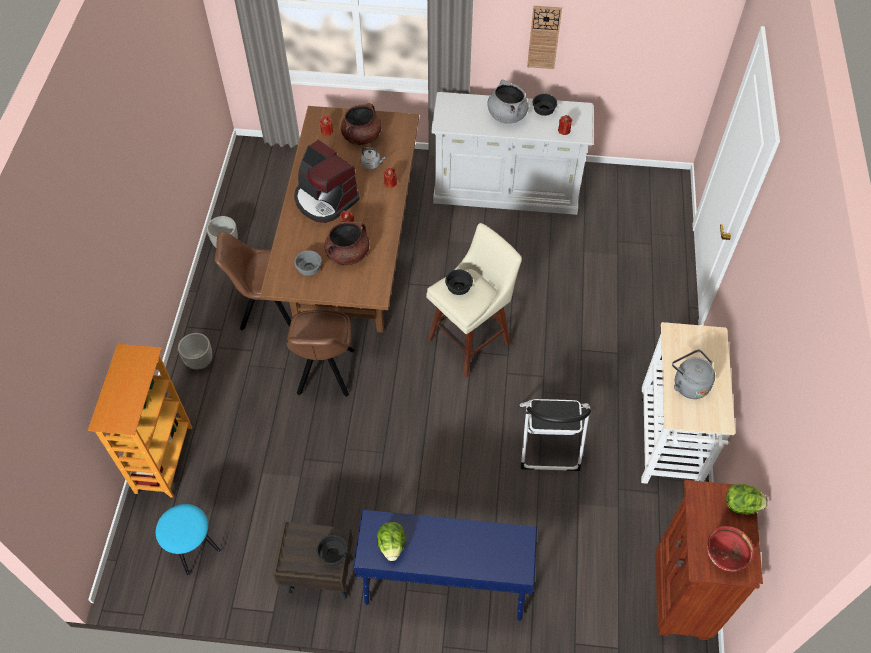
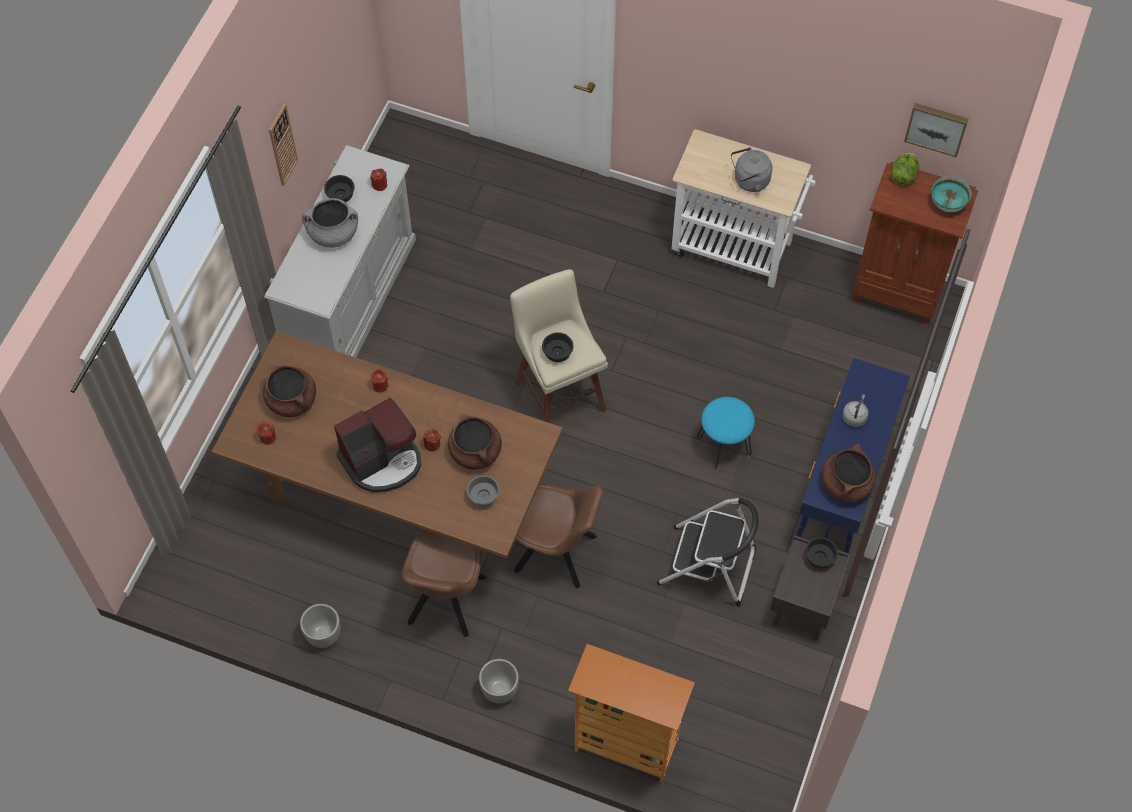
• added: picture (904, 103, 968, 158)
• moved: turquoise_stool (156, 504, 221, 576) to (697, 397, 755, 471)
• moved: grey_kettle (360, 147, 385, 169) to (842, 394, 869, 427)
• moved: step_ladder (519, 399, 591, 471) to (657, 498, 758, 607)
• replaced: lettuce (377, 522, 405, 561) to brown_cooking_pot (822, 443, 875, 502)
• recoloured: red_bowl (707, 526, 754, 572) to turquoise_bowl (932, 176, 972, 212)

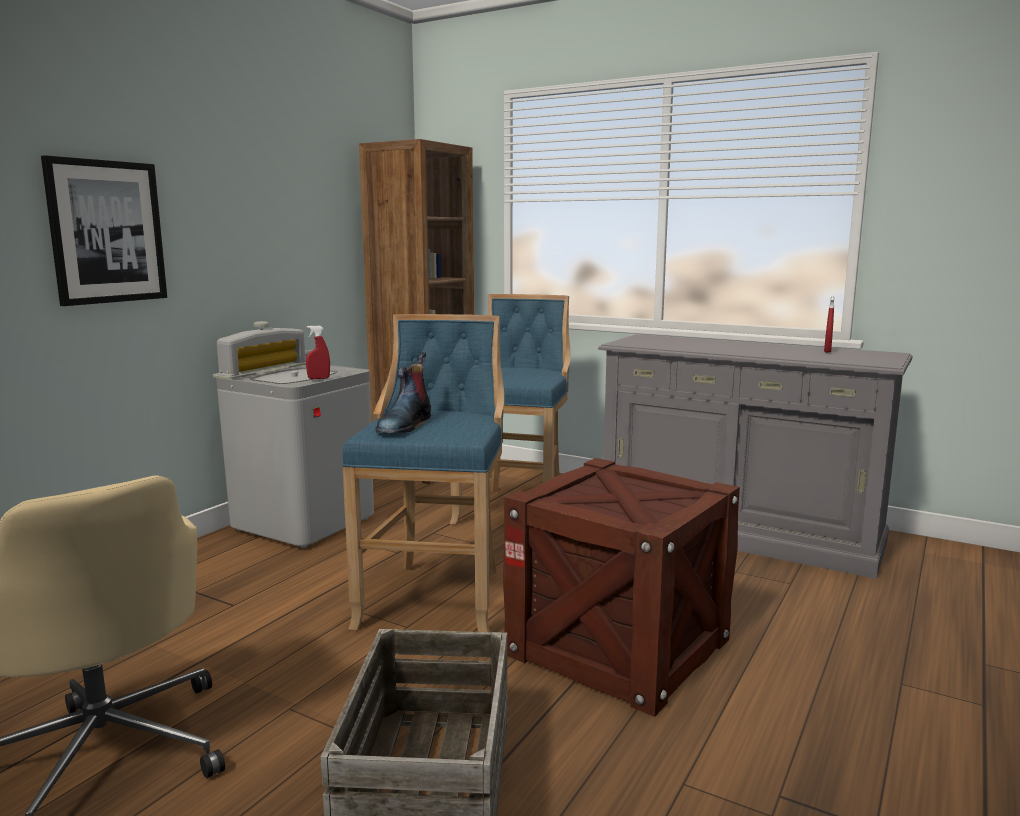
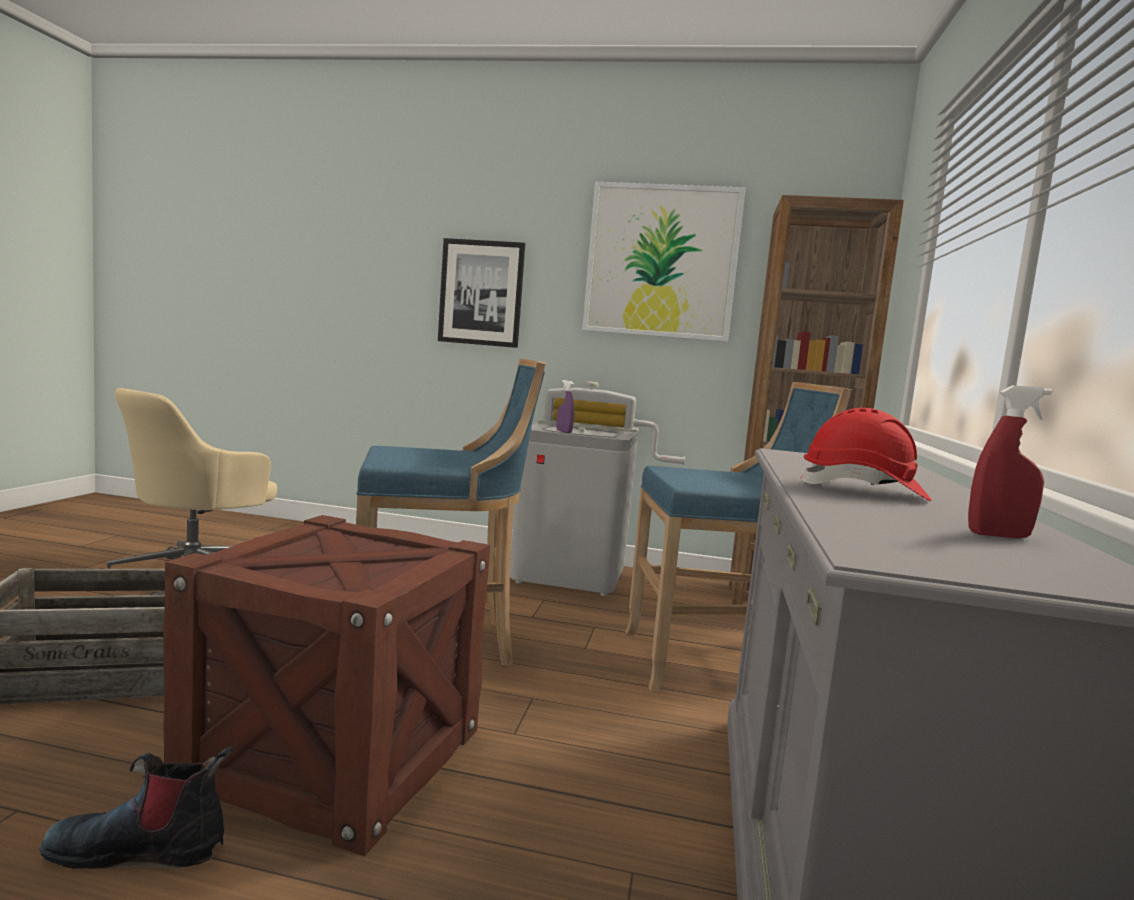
• added: picture (582, 182, 746, 342)
• added: red_hard_hat (798, 408, 931, 501)
• moved: boot (375, 352, 431, 433) to (40, 746, 233, 869)
• recoloured: red_spray_bottle (306, 325, 330, 379) to purple_spray_bottle (556, 380, 574, 433)

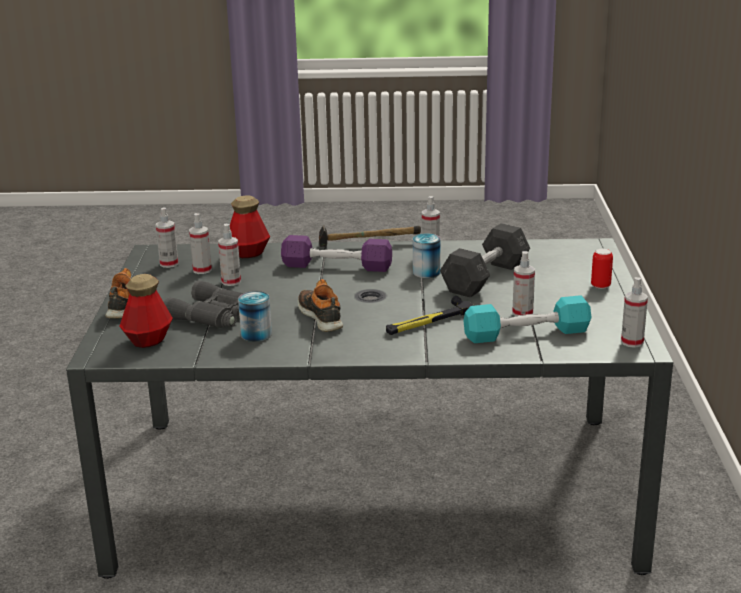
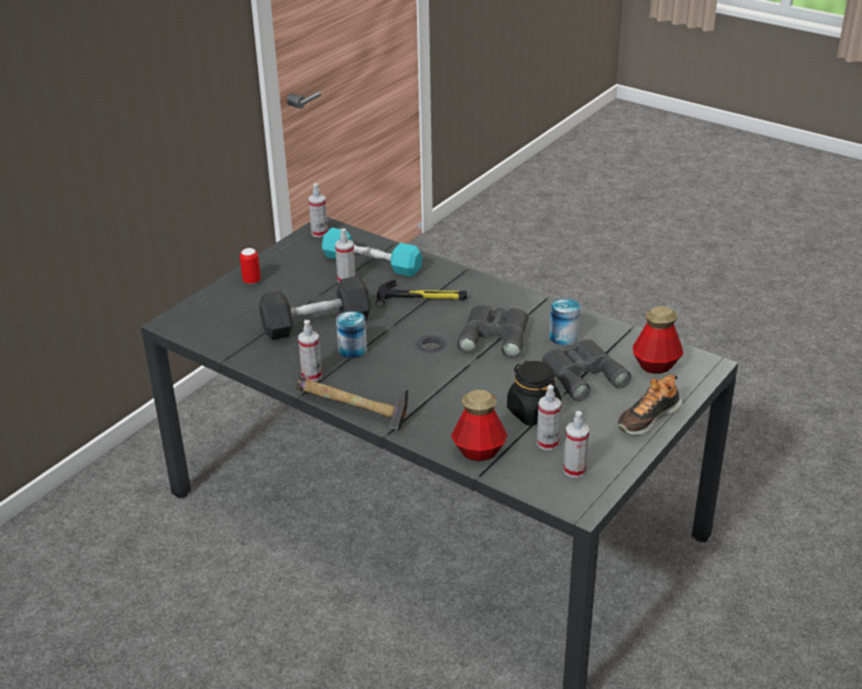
• removed: purple_dumbbell (281, 235, 392, 272)
• replaced: spray_bottle (218, 224, 241, 286) to black_jar (507, 361, 561, 426)
• replaced: shoe (298, 279, 343, 332) to grey_binoculars (457, 304, 528, 359)

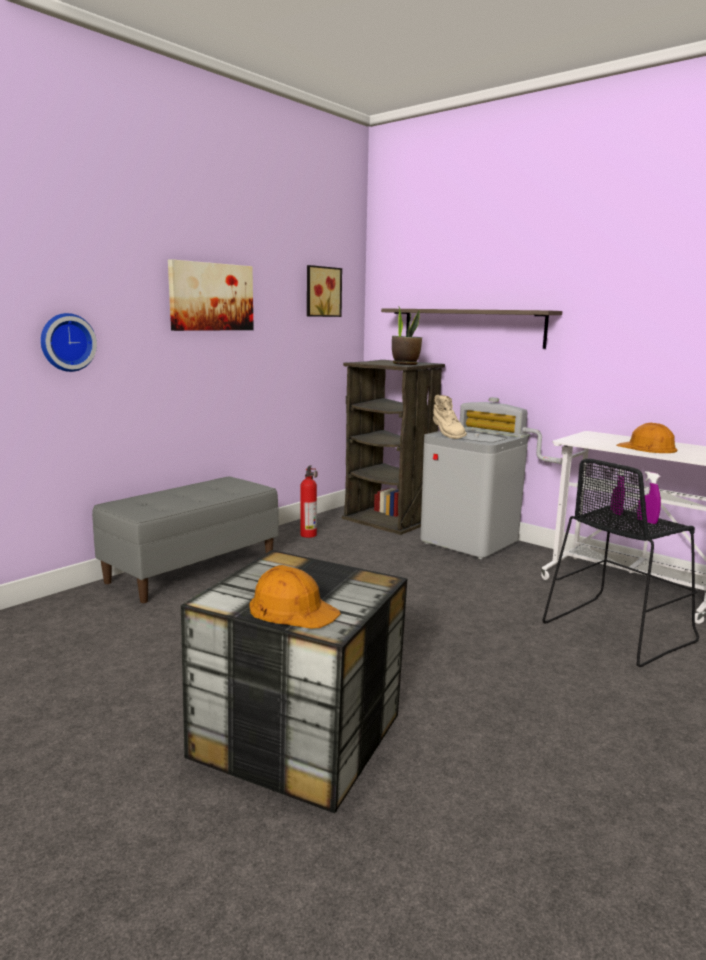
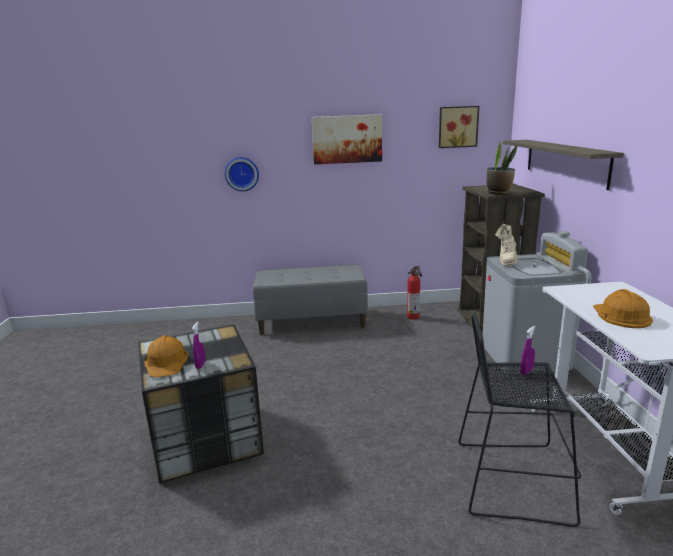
• moved: purple_spray_bottle (637, 471, 661, 524) to (192, 322, 205, 369)

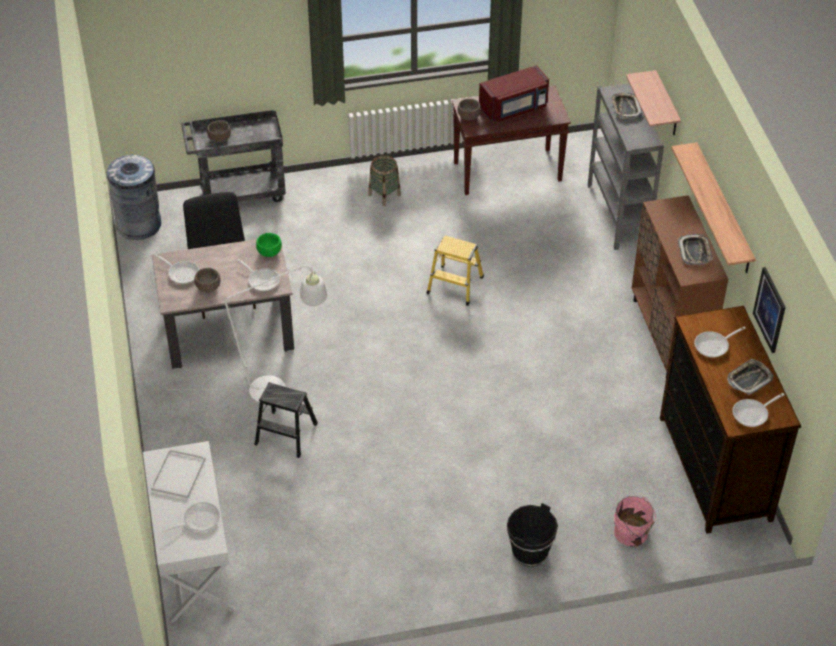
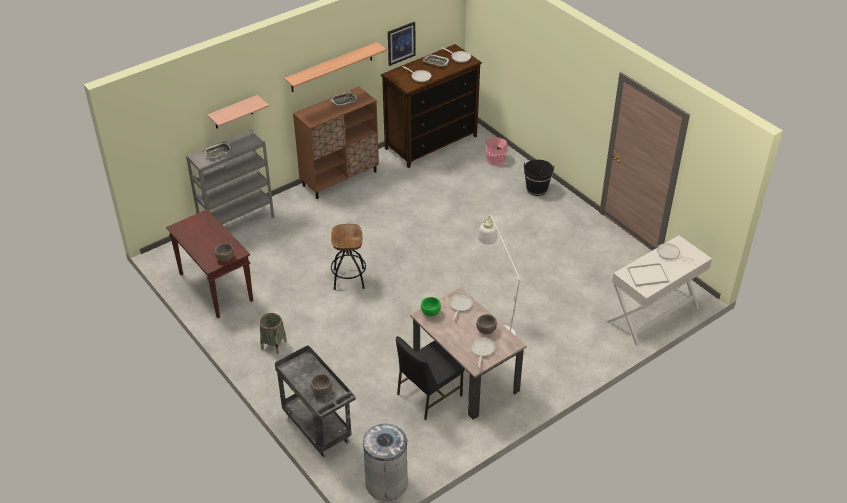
• removed: black_step_ladder (254, 382, 318, 458)
• removed: red_microwave (479, 65, 549, 122)
• replaced: yellow_step_ladder (426, 235, 484, 306) to brown_stool (331, 224, 366, 290)

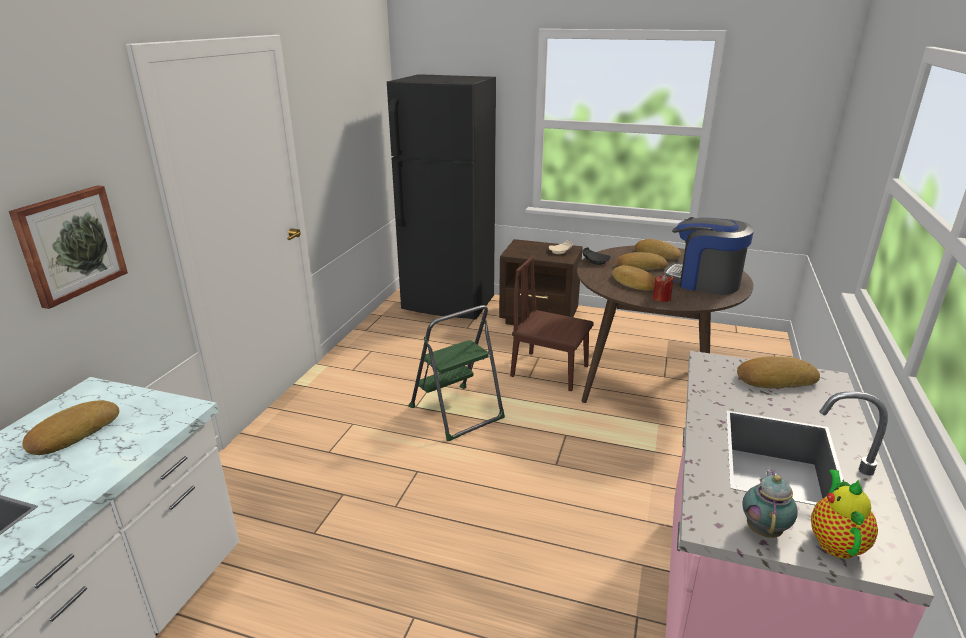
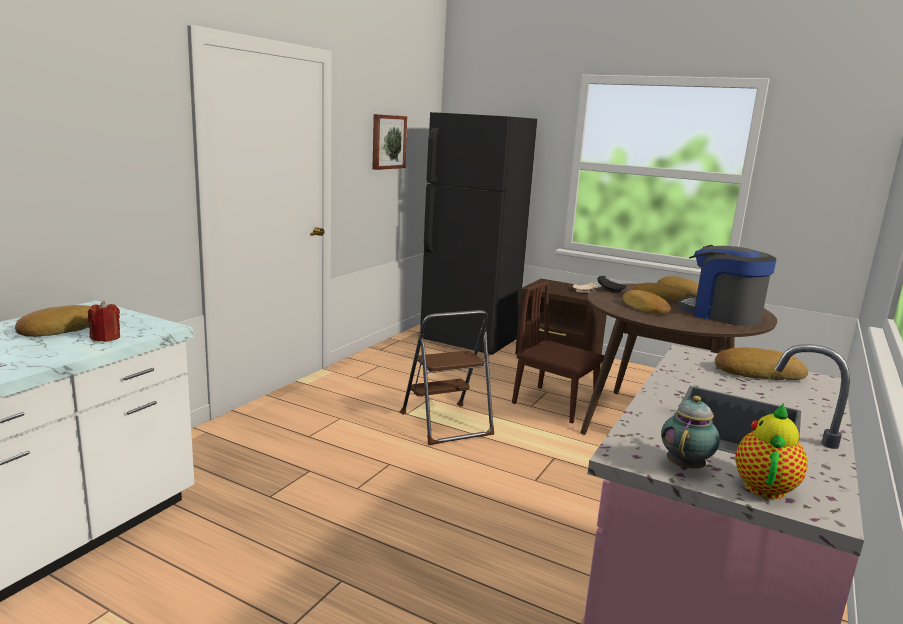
• moved: picture (9, 185, 128, 309) to (372, 114, 407, 170)
• moved: red_candle (653, 274, 674, 302) to (88, 301, 120, 342)
• recoloured: green_step_ladder (408, 305, 505, 441) to brown_step_ladder (400, 310, 494, 445)

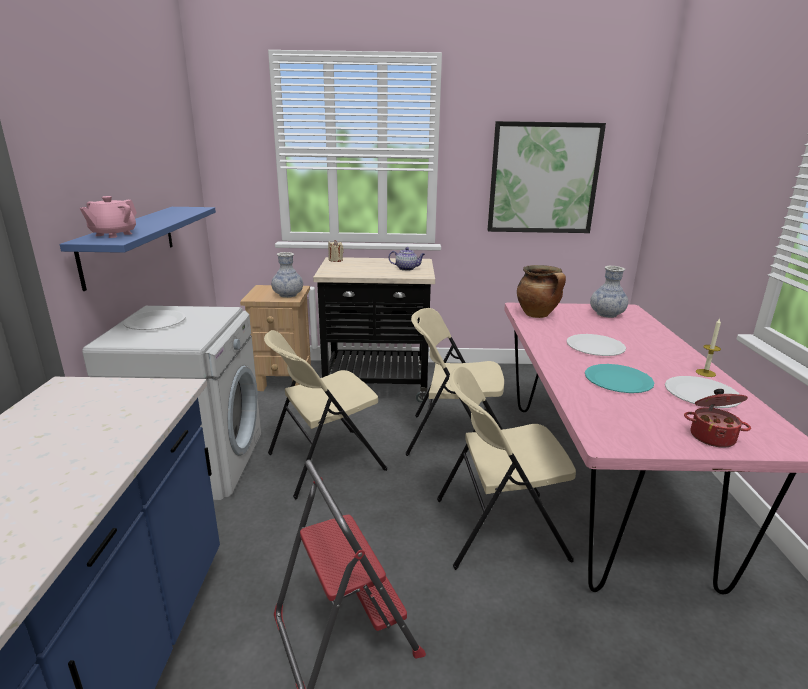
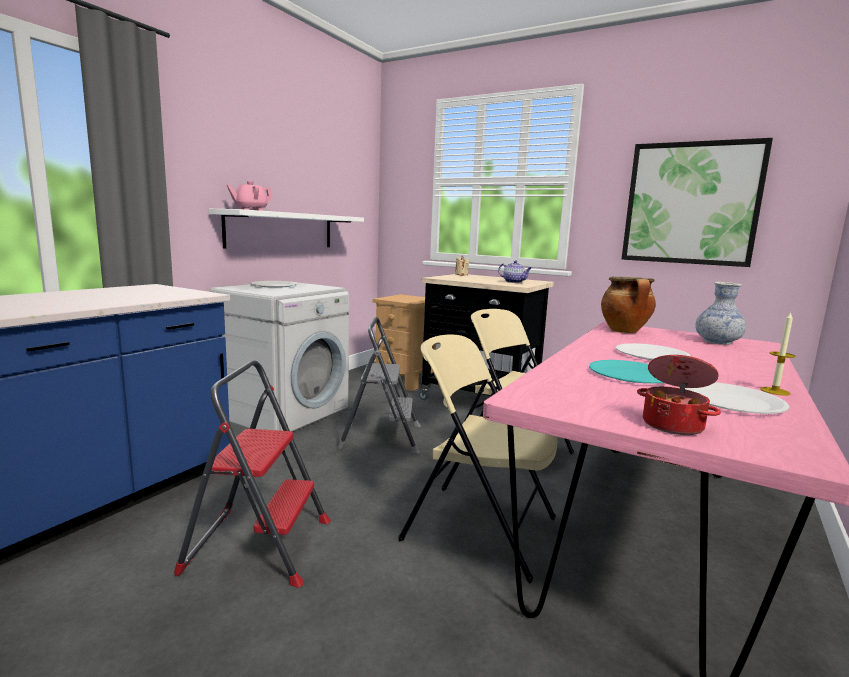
• removed: vase (271, 252, 303, 298)
• replaced: beige_chair (264, 330, 387, 500) to grey_step_ladder (338, 317, 421, 454)
• recoloured: blue_shelf (60, 207, 216, 291) to white_shelf (209, 209, 364, 248)

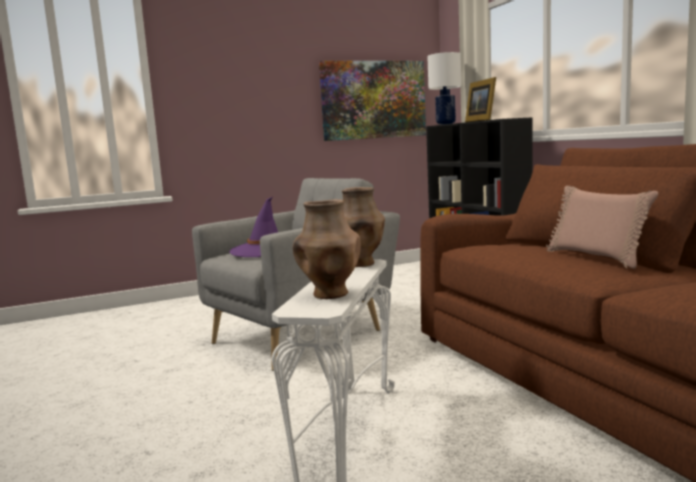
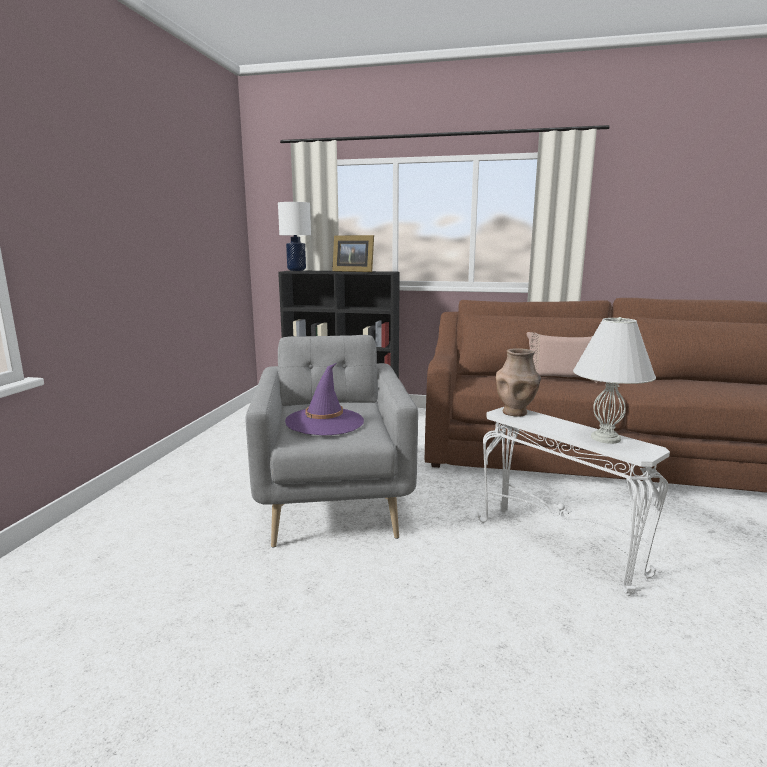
• removed: picture (319, 61, 426, 141)
• replaced: brown_vase (293, 199, 361, 299) to white_table_lamp (573, 317, 656, 444)

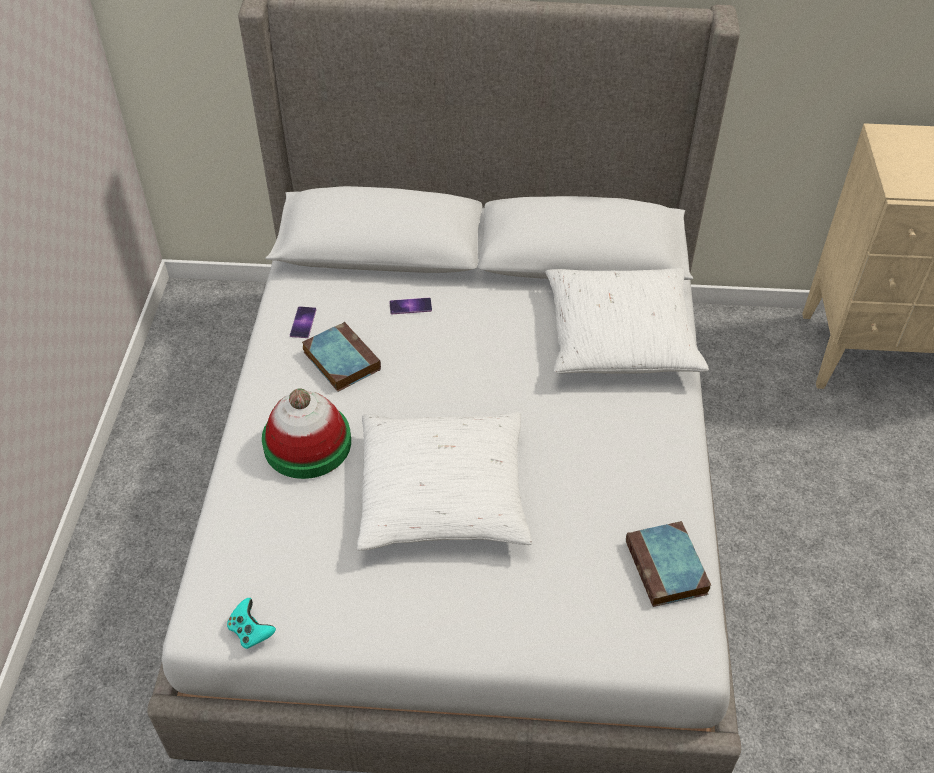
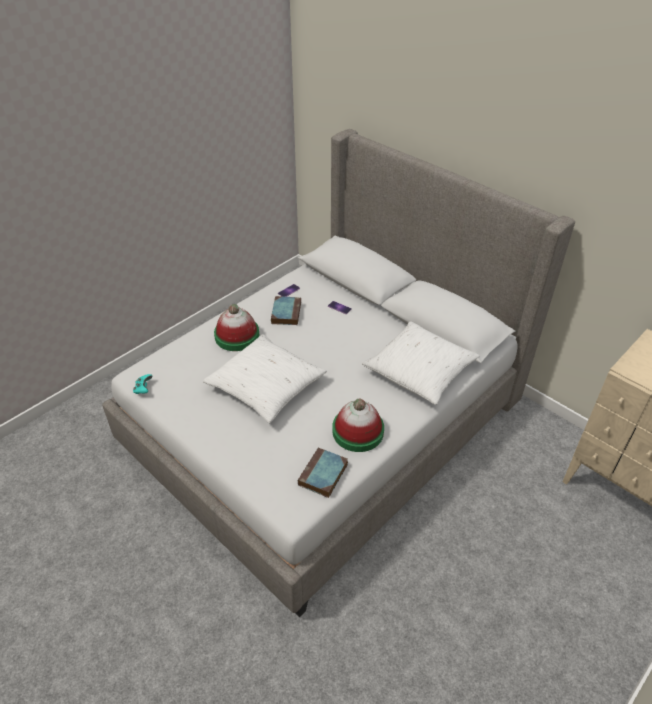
• added: hat (333, 399, 384, 452)

